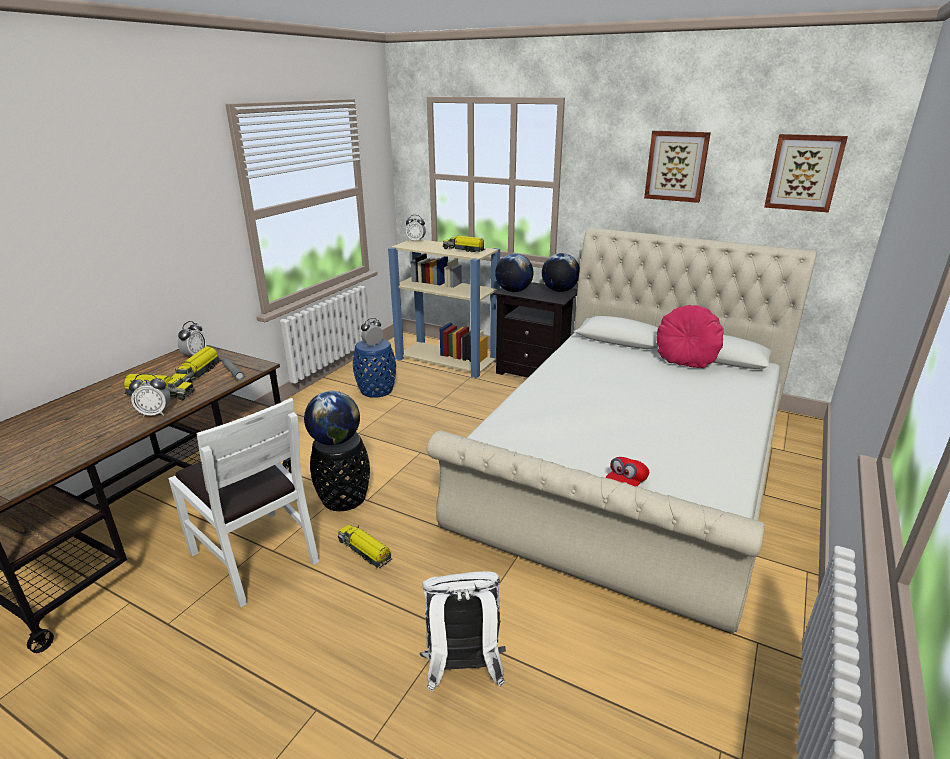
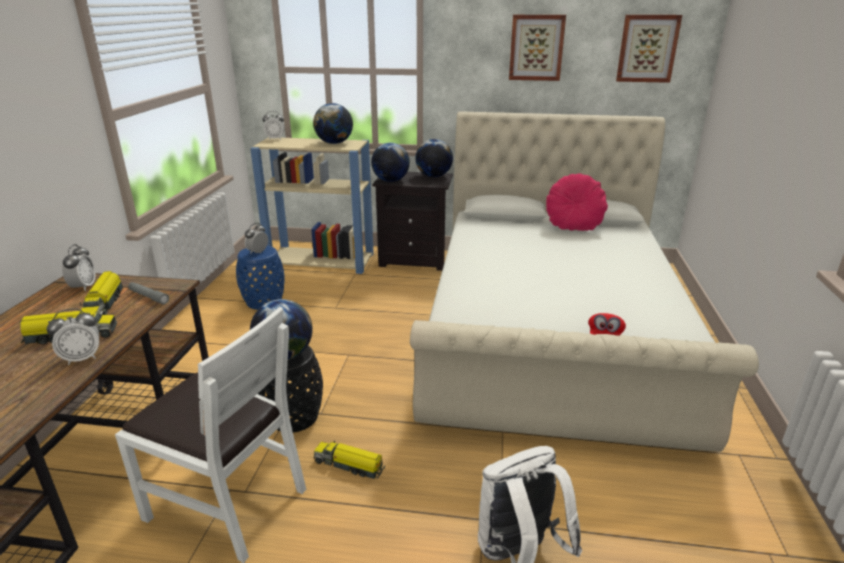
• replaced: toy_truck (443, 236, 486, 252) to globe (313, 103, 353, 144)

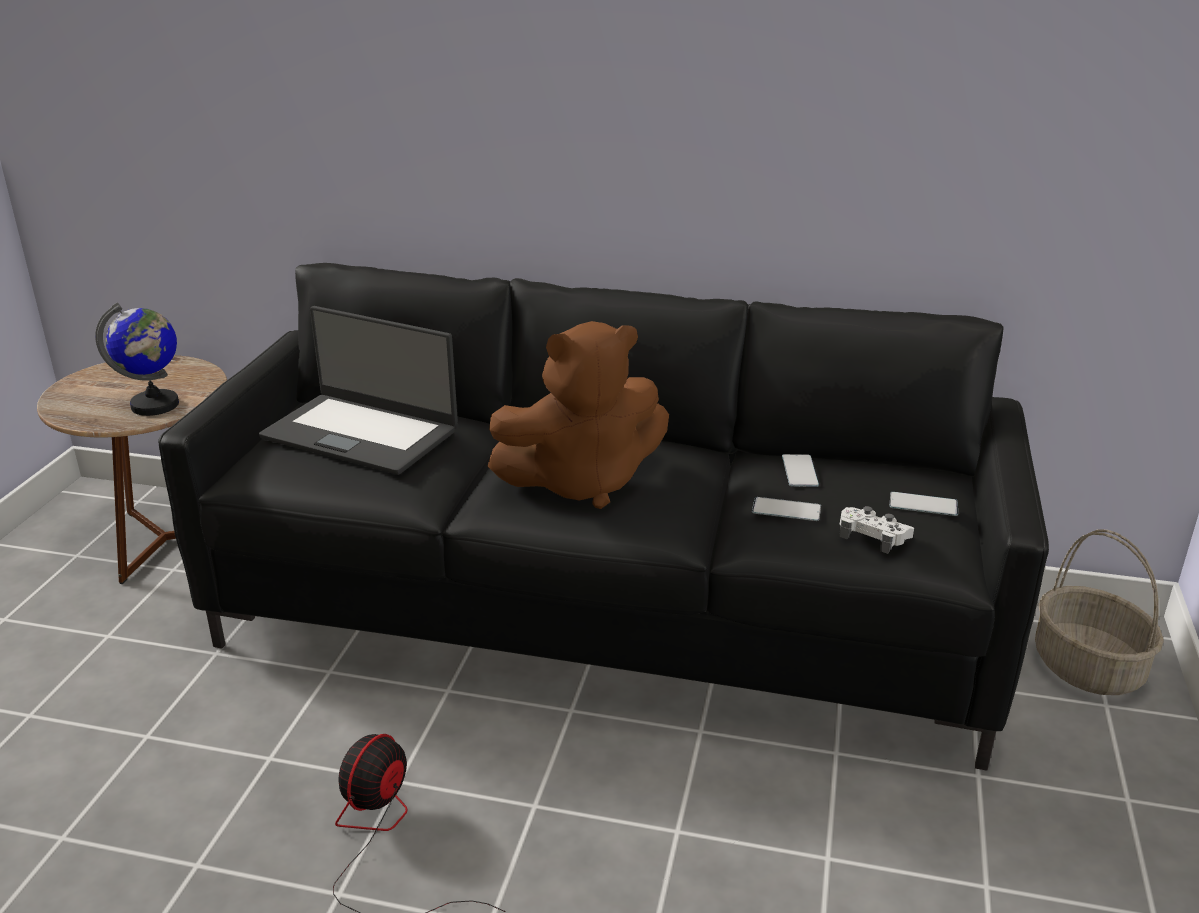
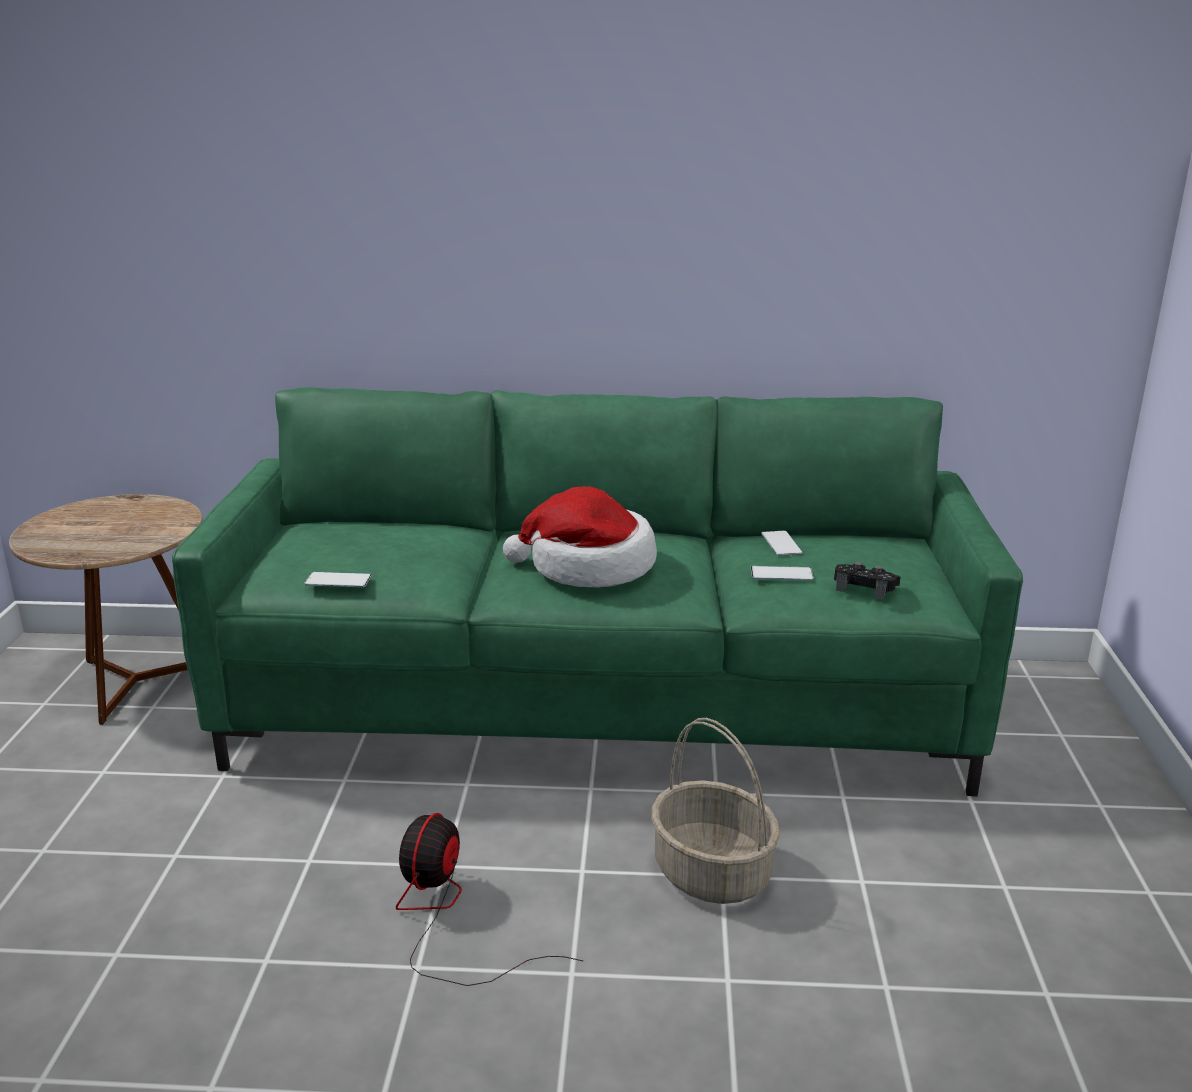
• removed: globe (95, 303, 179, 416)
• removed: laptop (259, 306, 458, 475)
• moved: phone (890, 492, 958, 516) to (304, 572, 372, 587)
• moved: basket (1035, 530, 1164, 695) to (652, 718, 780, 904)
• replaced: brown_plush_toy (488, 321, 669, 509) to hat (503, 487, 657, 588)
• recoloured: black_sofa (158, 263, 1049, 771) to green_sofa (172, 387, 1023, 796)
• recoloured: white_game_controller (839, 506, 914, 554) to black_game_controller (834, 561, 900, 600)

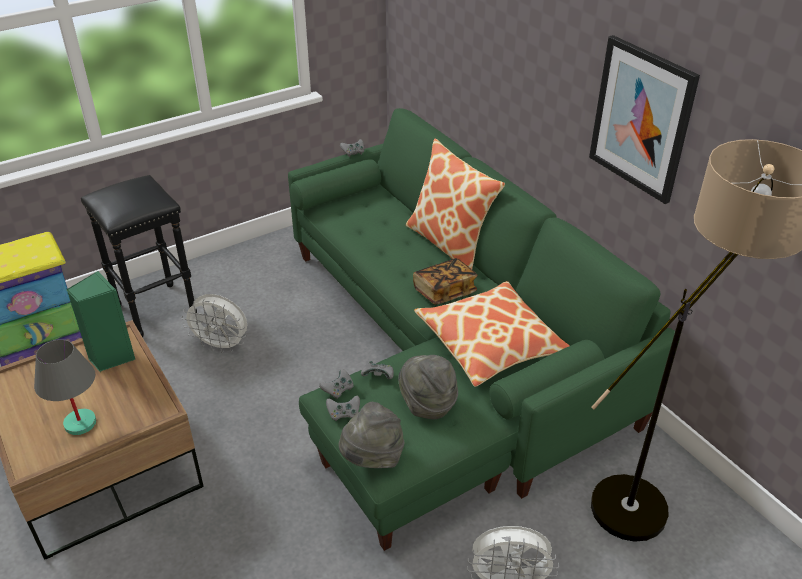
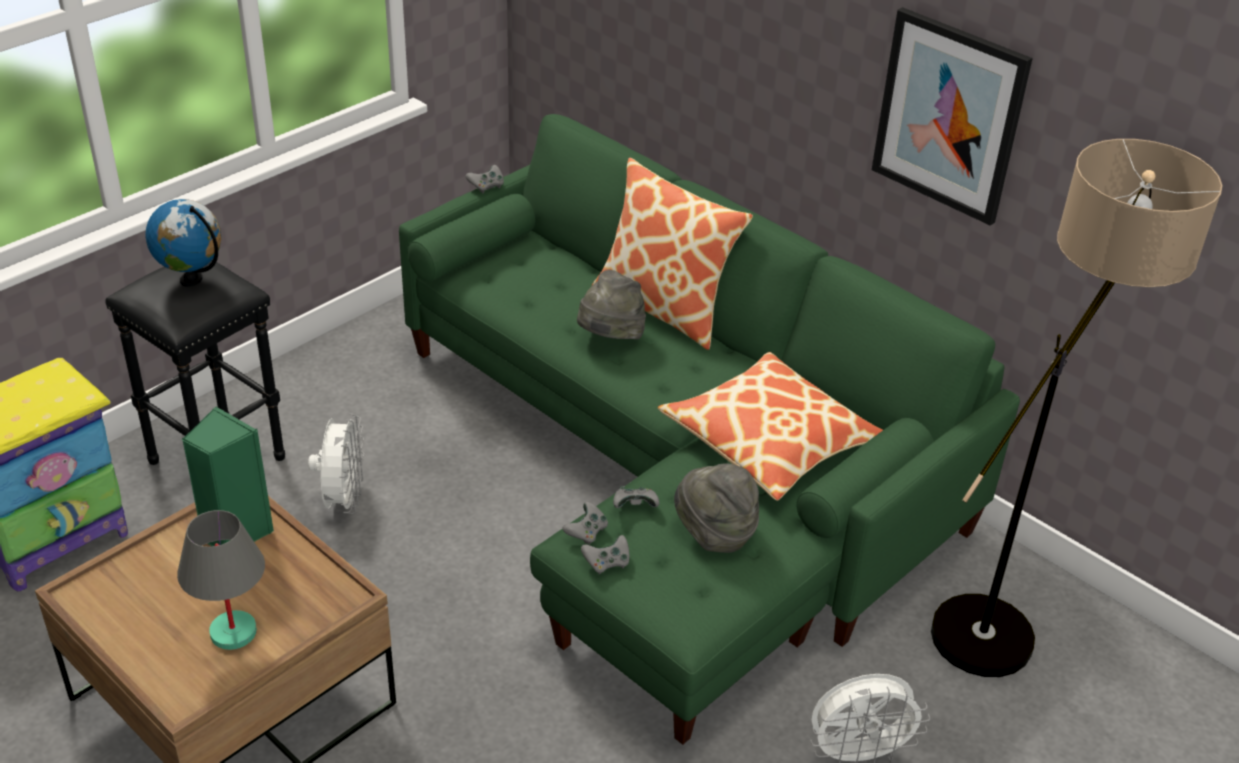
• removed: book (413, 258, 478, 305)
• added: globe (146, 199, 221, 287)
• moved: grey_hat (339, 402, 404, 468) to (577, 270, 646, 339)
• turned: white_fan (181, 294, 247, 353) = (308, 414, 365, 514) 90 degrees counterclockwise

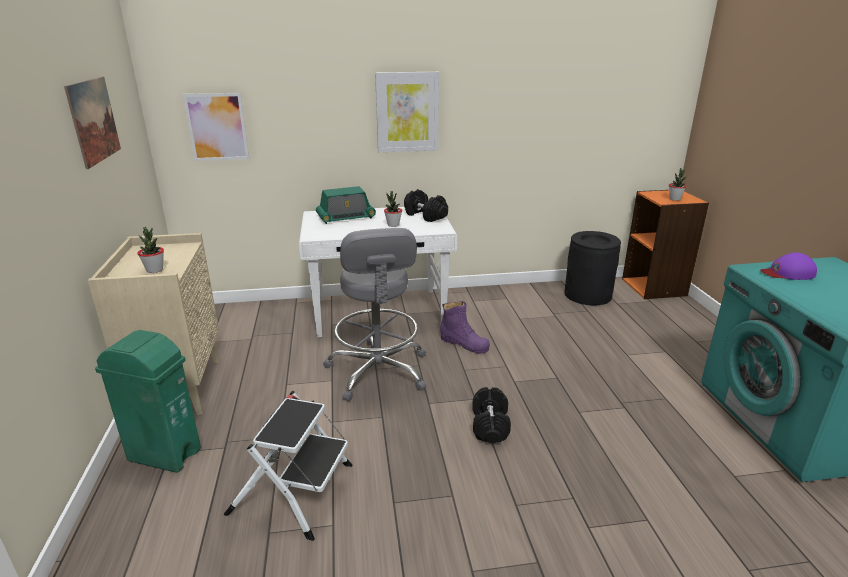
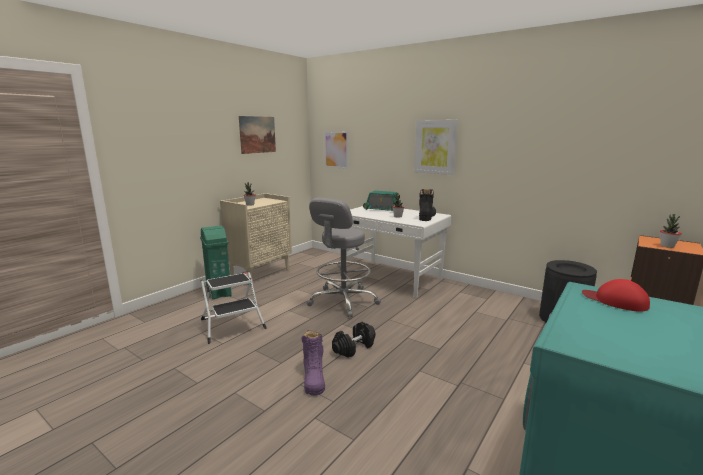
• moved: purple_boot (440, 301, 490, 354) to (302, 330, 325, 396)
• replaced: black_dumbbell (404, 189, 448, 222) to black_boot (419, 189, 436, 221)
• recoloured: purple_cap (760, 253, 817, 280) to red_cap (582, 279, 650, 312)

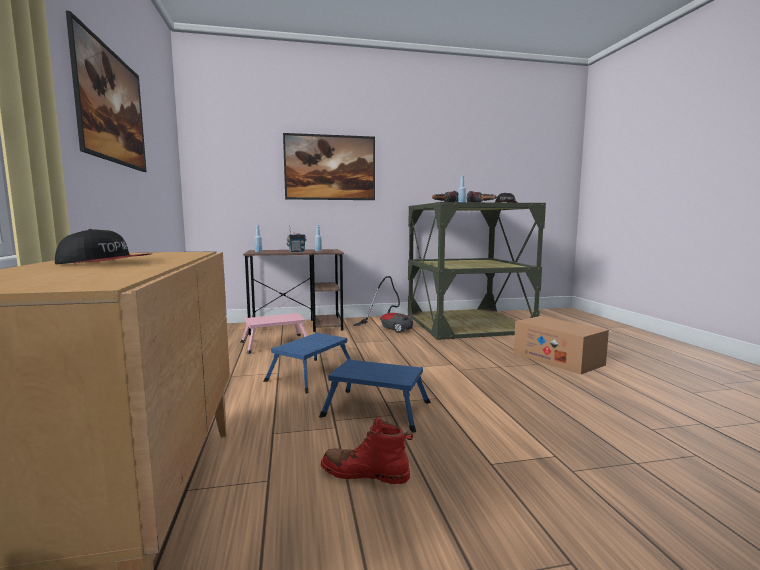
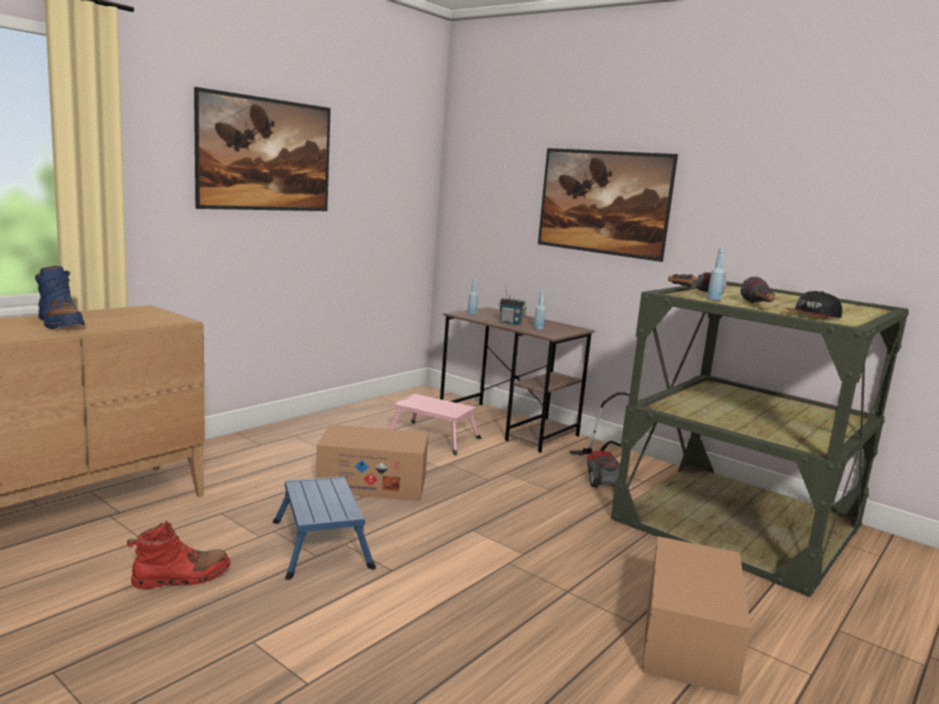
• replaced: cap (55, 229, 150, 264) to blue_boot (35, 266, 85, 329)
• replaced: blue_step_ladder (263, 333, 351, 394) to cardboard_box (316, 424, 429, 501)
• turned: red_boot (321, 416, 413, 484) = (127, 521, 231, 590) 90 degrees clockwise

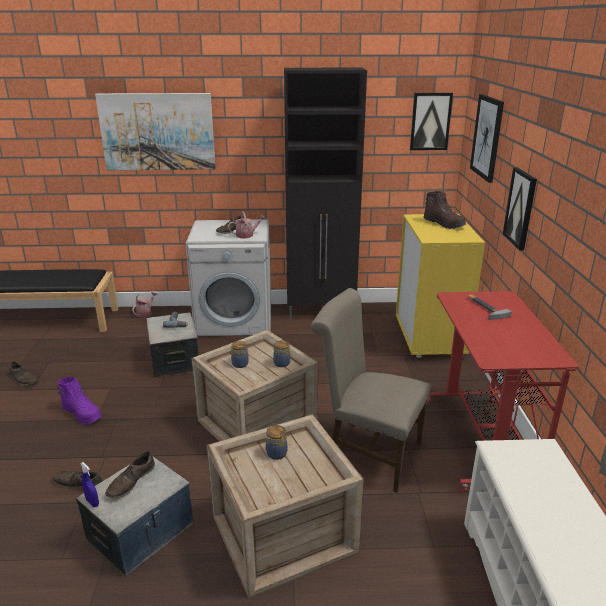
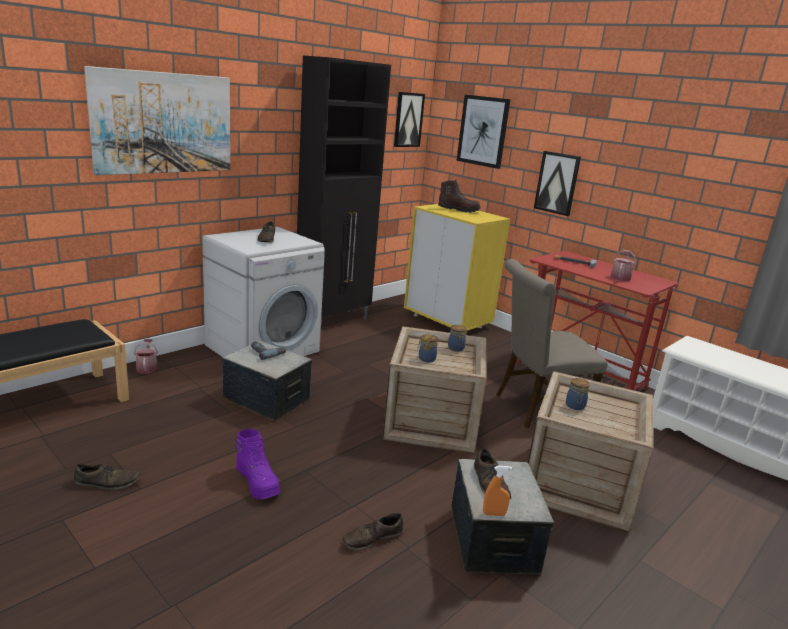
• moved: watering_can (228, 211, 266, 238) to (610, 250, 636, 281)
• recoloured: blue_spray_bottle (80, 462, 99, 507) to orange_spray_bottle (483, 466, 513, 516)
• turned: purple_boot (57, 377, 102, 425) = (235, 429, 280, 500) 60 degrees clockwise

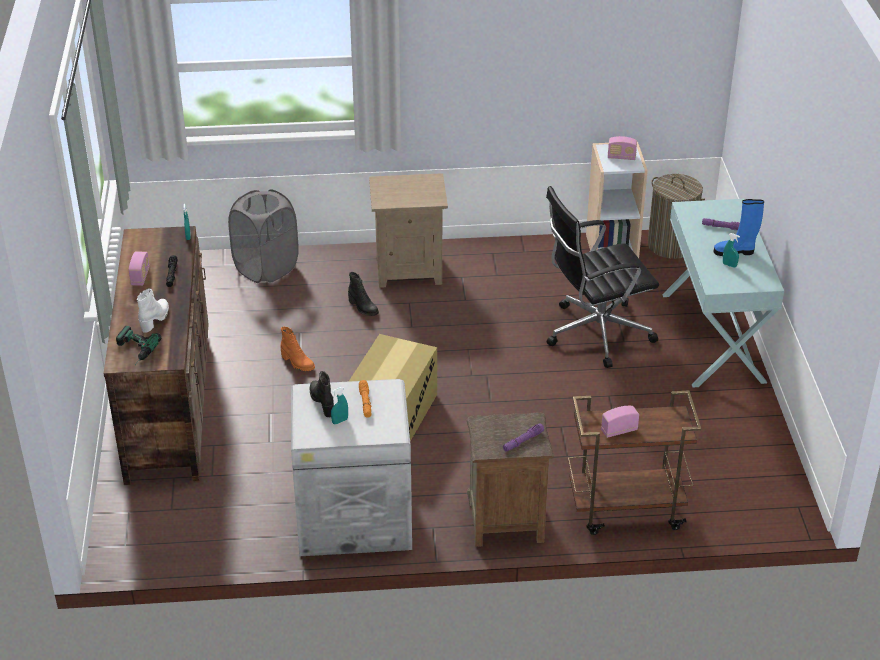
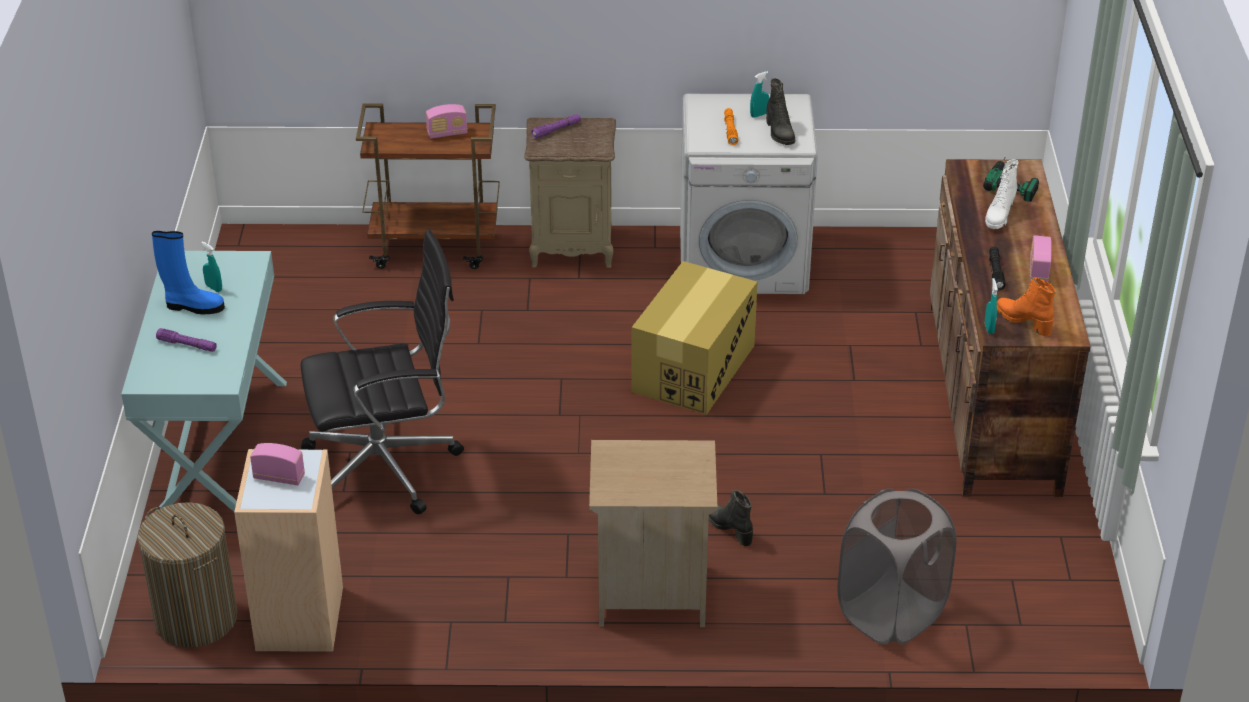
• moved: orange_boot (280, 327, 315, 371) to (997, 278, 1056, 336)

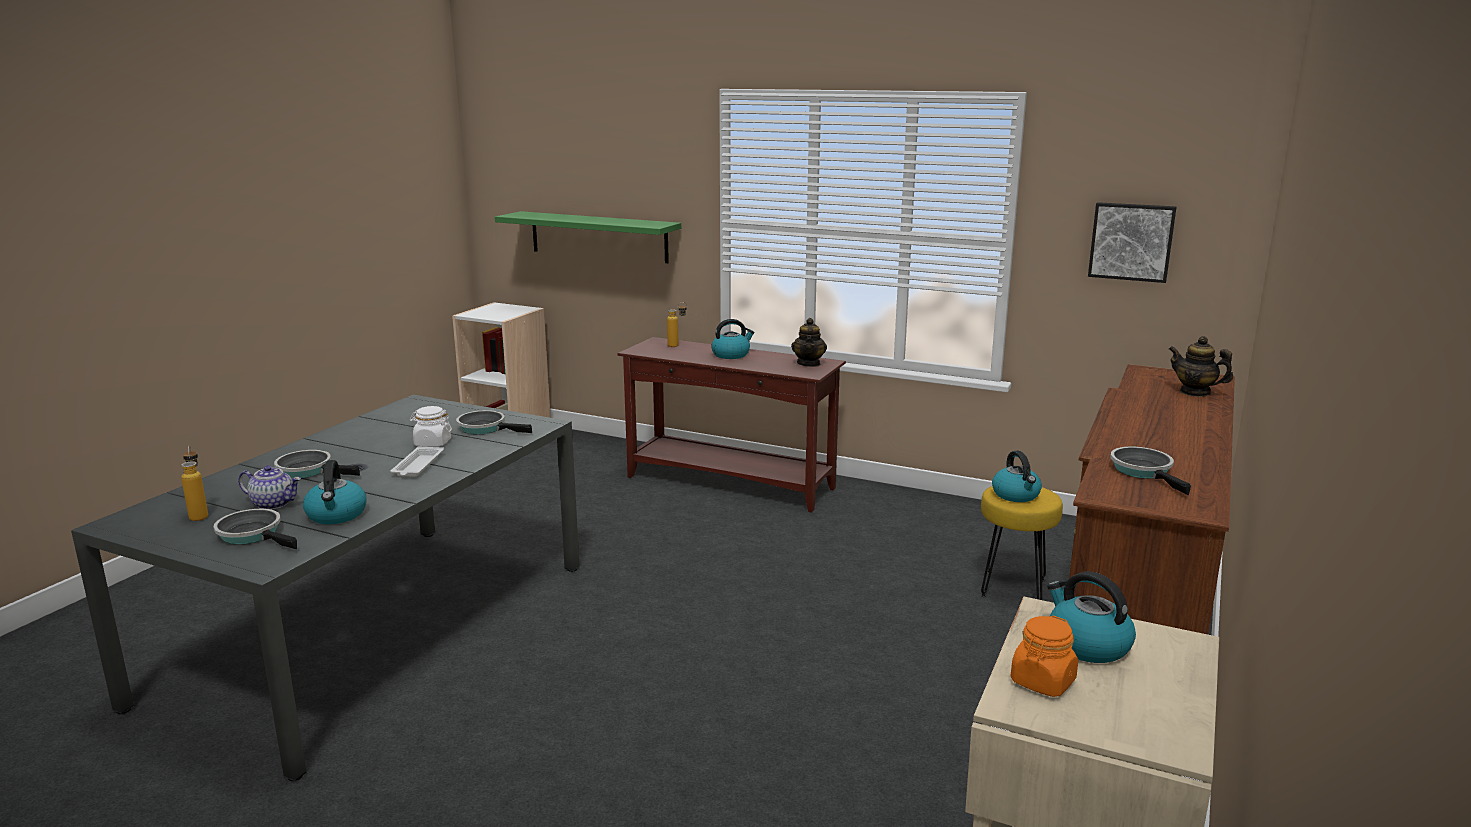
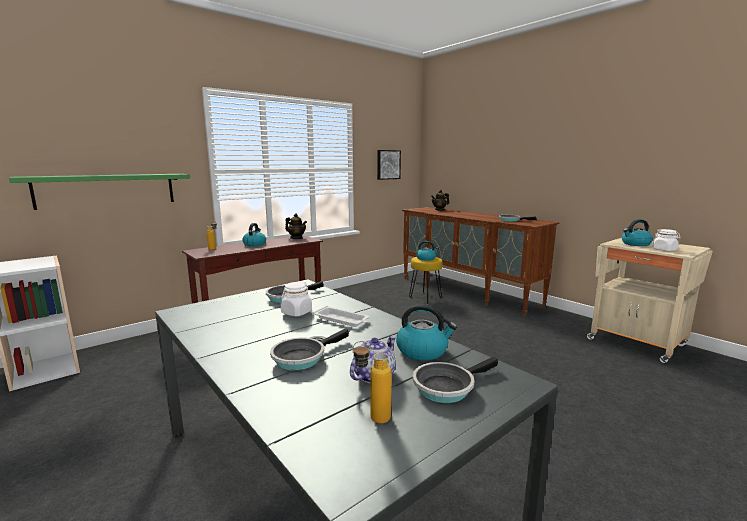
• recoloured: orange_jar (1011, 615, 1078, 697) to white_jar (652, 229, 681, 251)

